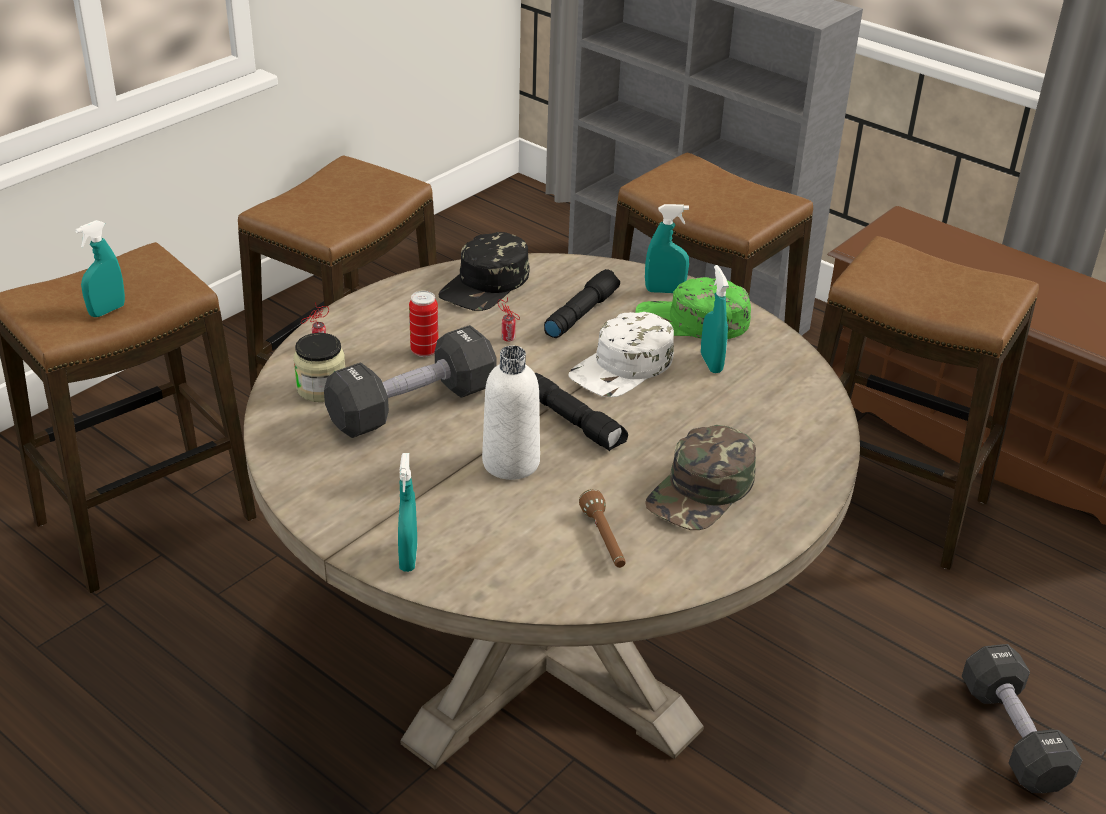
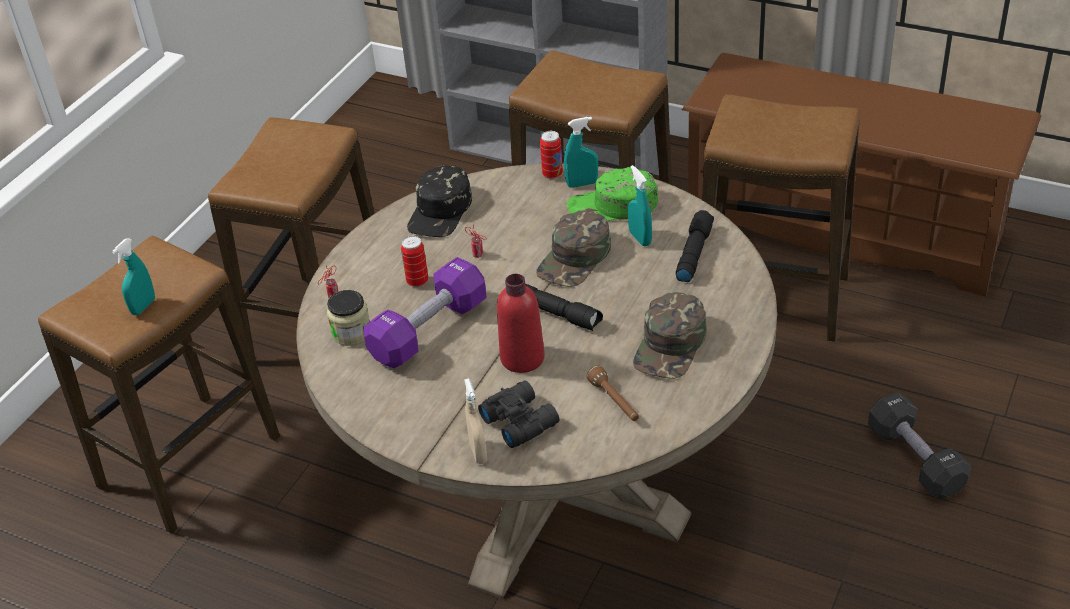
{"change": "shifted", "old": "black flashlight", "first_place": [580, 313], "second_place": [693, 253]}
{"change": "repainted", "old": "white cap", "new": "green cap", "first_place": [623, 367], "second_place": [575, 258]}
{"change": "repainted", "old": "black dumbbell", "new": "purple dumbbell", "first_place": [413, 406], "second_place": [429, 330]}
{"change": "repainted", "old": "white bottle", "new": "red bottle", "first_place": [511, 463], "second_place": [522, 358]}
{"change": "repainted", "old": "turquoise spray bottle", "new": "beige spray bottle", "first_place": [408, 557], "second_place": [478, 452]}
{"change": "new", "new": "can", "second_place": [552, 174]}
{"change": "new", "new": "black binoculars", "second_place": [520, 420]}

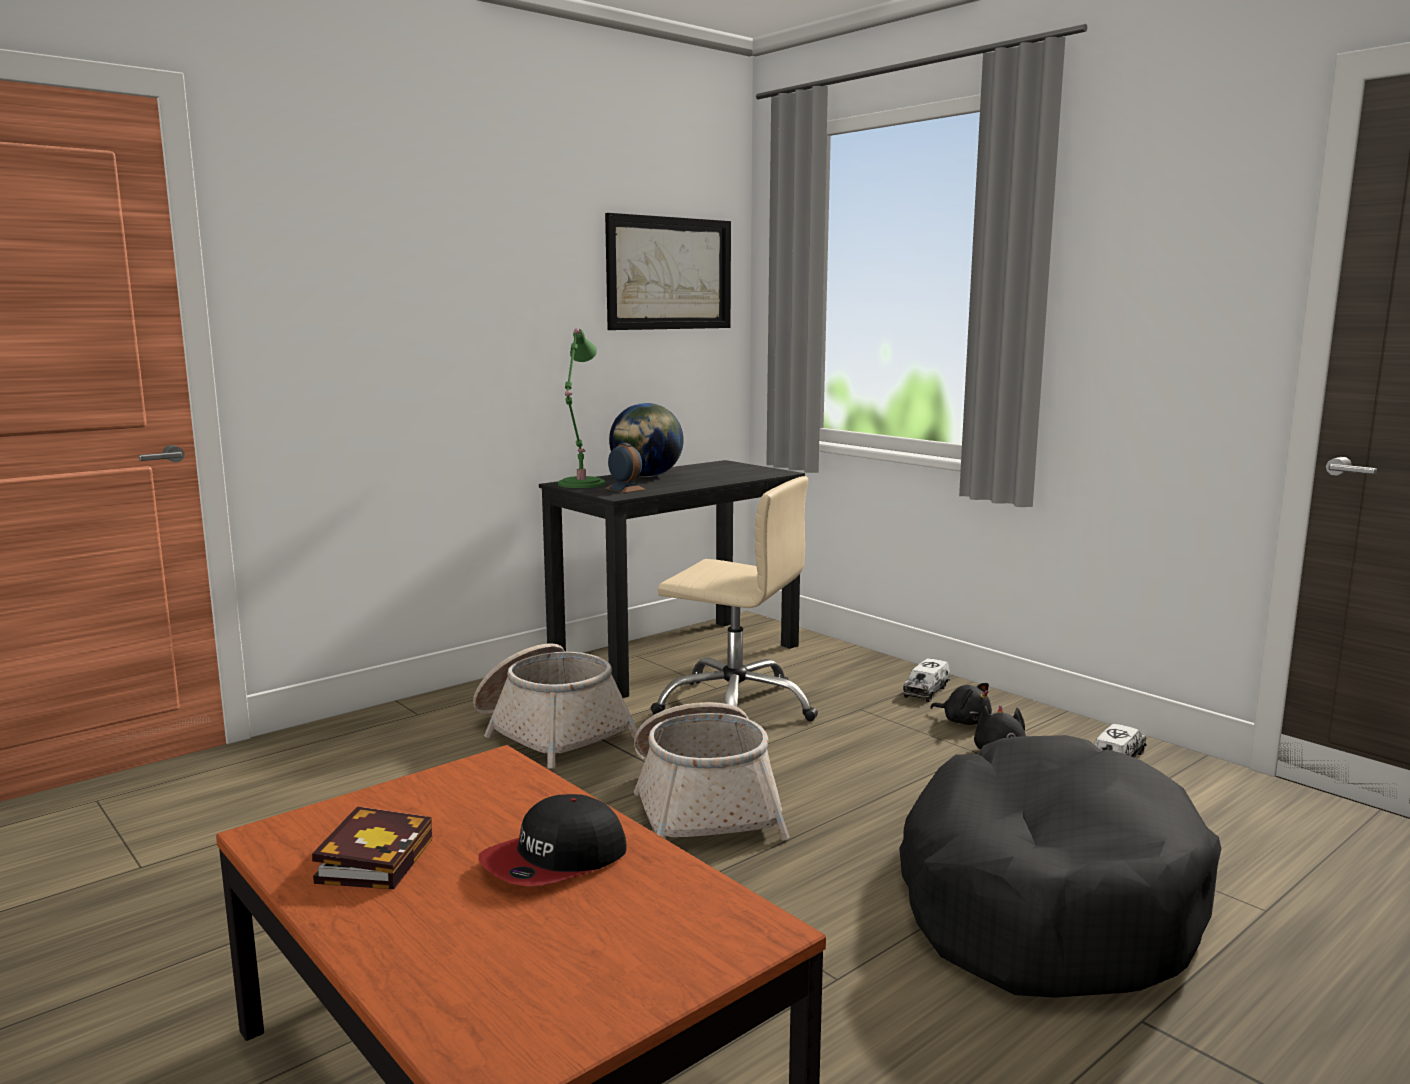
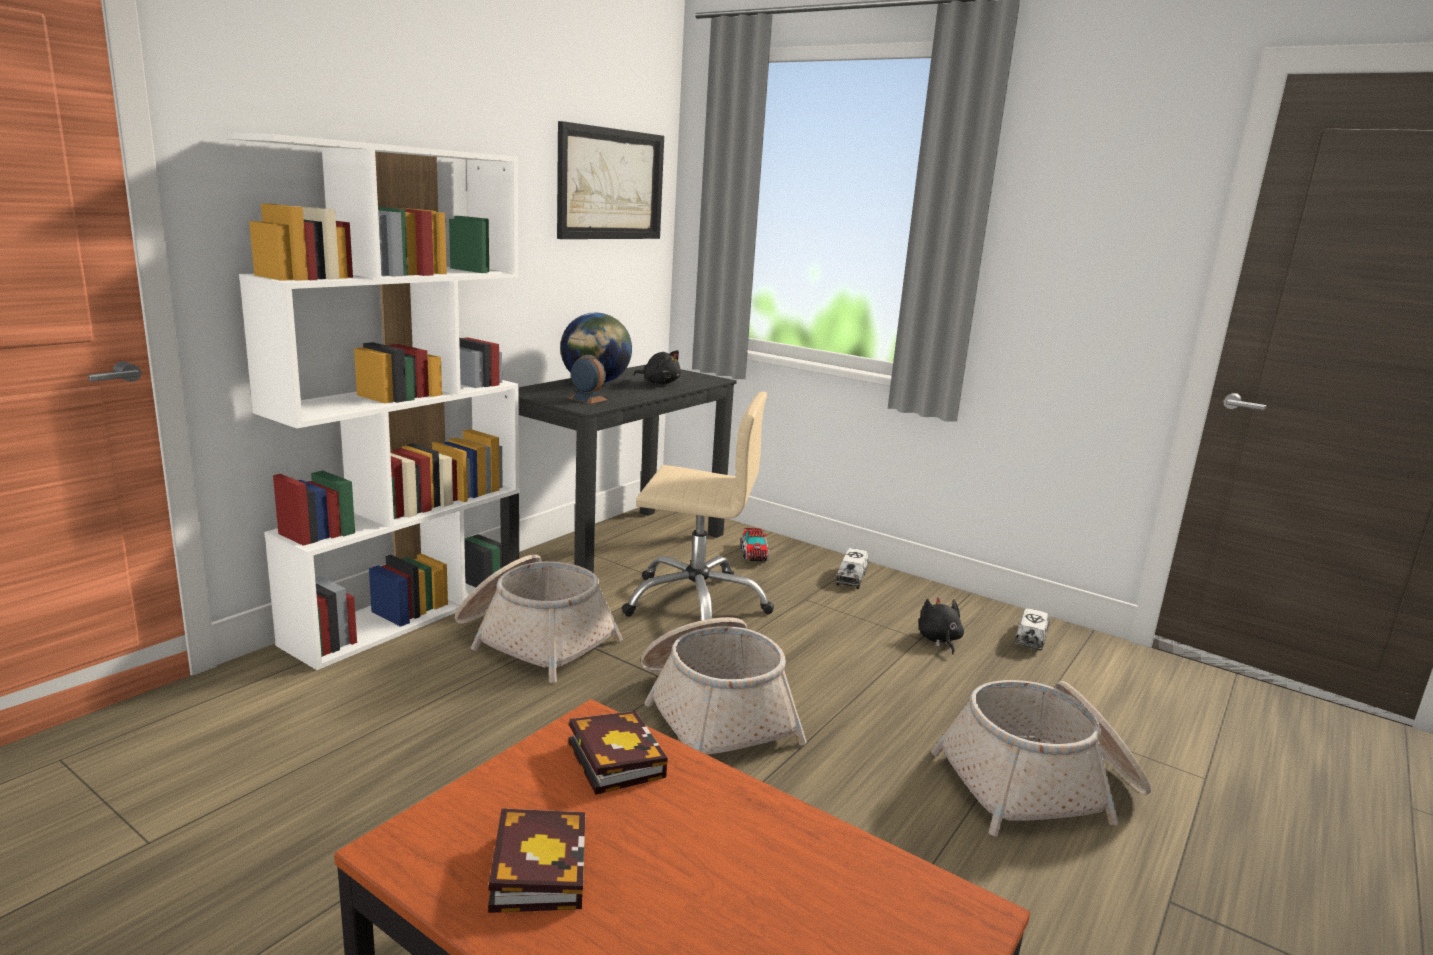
{"change": "gone", "old": "green table lamp", "first_place": [580, 484]}
{"change": "shifted", "old": "black plush toy", "first_place": [964, 721], "second_place": [659, 383]}
{"change": "swapped", "old": "black dog bed", "new": "basket", "first_place": [1045, 899], "second_place": [1041, 786]}
{"change": "gone", "old": "cap", "first_place": [555, 860]}
{"change": "new", "new": "white bookcase", "second_place": [408, 612]}
{"change": "new", "new": "toy truck", "second_place": [754, 554]}
{"change": "new", "new": "book", "second_place": [612, 757]}

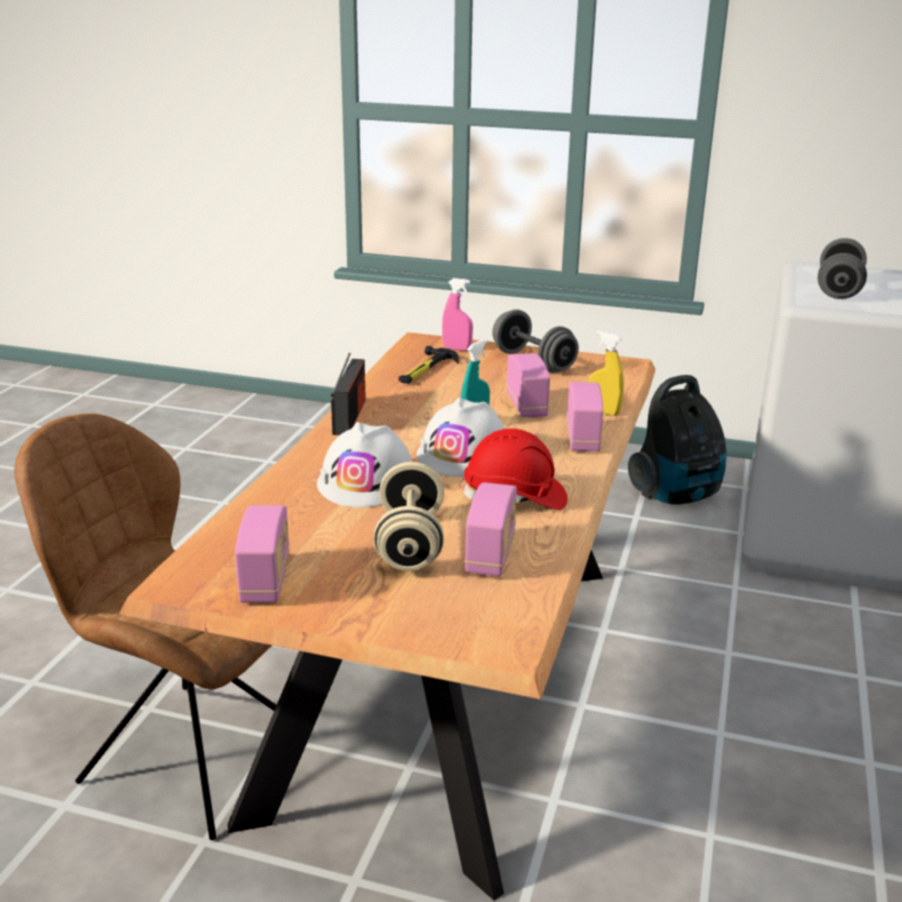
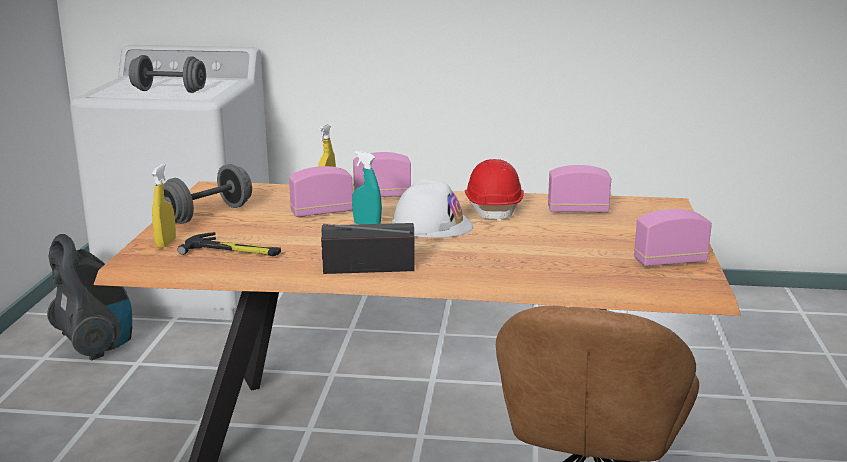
{"change": "repainted", "old": "pink spray bottle", "new": "yellow spray bottle", "first_place": [457, 349], "second_place": [166, 243]}
{"change": "gone", "old": "white hard hat", "first_place": [367, 482]}
{"change": "gone", "old": "beige dumbbell", "first_place": [410, 543]}

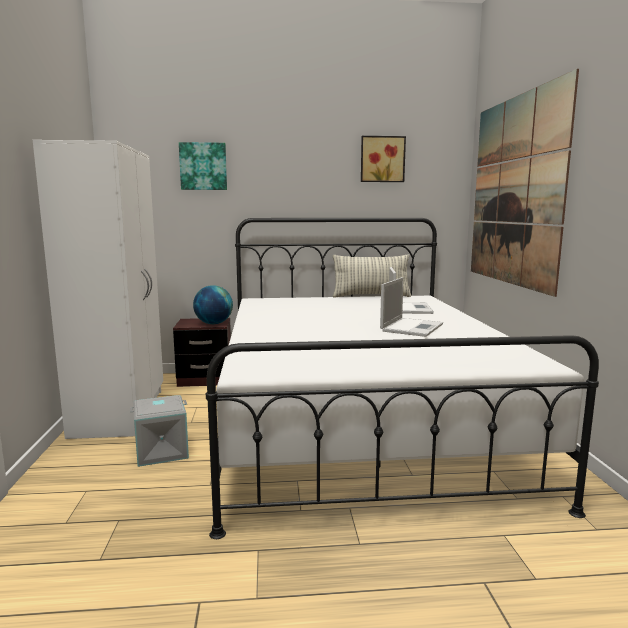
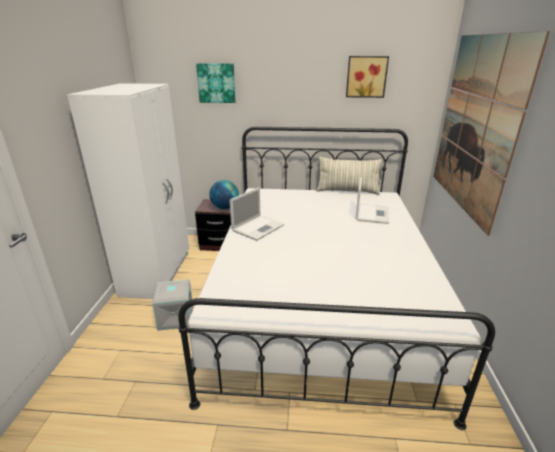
{"change": "shifted", "old": "laptop", "first_place": [412, 327], "second_place": [258, 227]}

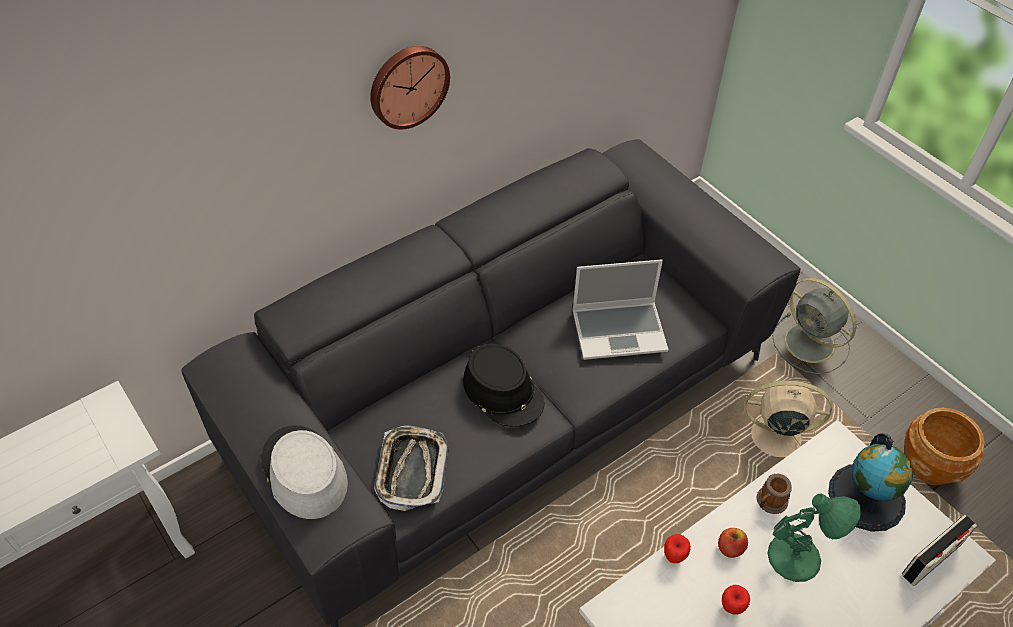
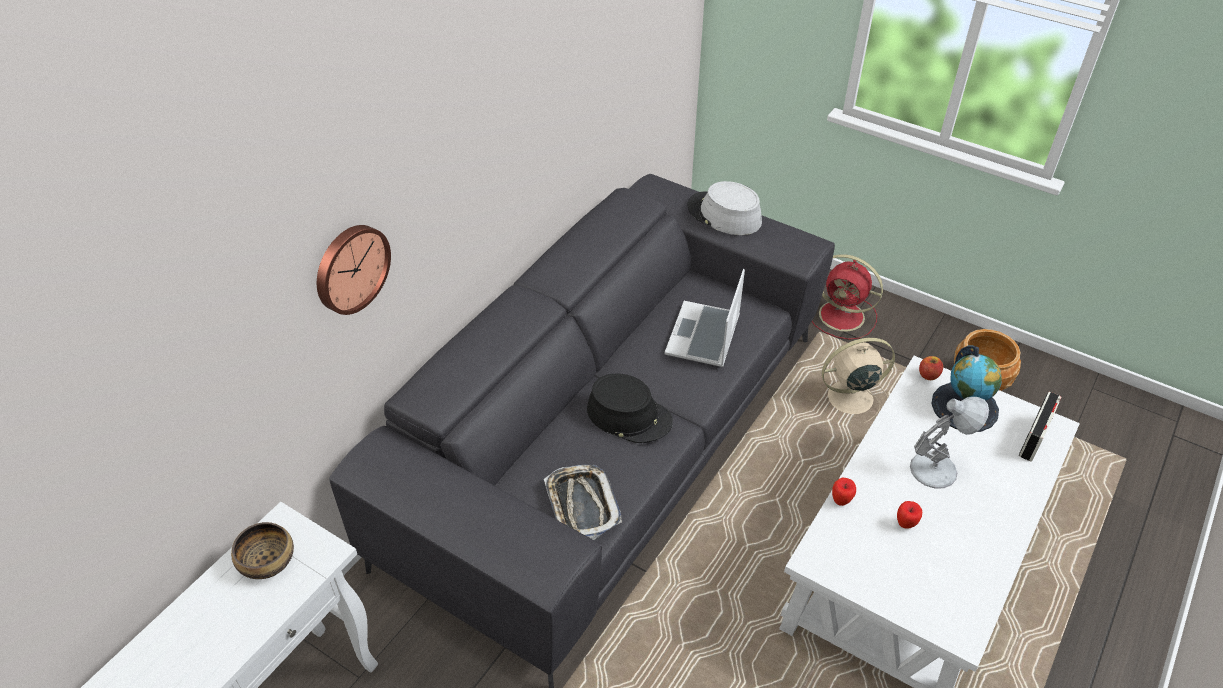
{"change": "shifted", "old": "wall clock", "first_place": [407, 85], "second_place": [350, 268]}
{"change": "rotated", "old": "laptop", "first_place": [620, 330], "second_place": [704, 337], "degrees": 135}
{"change": "repainted", "old": "grey fan", "new": "red fan", "first_place": [811, 344], "second_place": [843, 316]}
{"change": "shifted", "old": "grey hat", "first_place": [303, 473], "second_place": [724, 215]}
{"change": "gone", "old": "mug", "first_place": [769, 502]}
{"change": "repainted", "old": "green table lamp", "new": "white table lamp", "first_place": [797, 557], "second_place": [936, 469]}
{"change": "shifted", "old": "apple", "first_place": [730, 548], "second_place": [928, 375]}
{"change": "new", "new": "bowl", "second_place": [267, 560]}

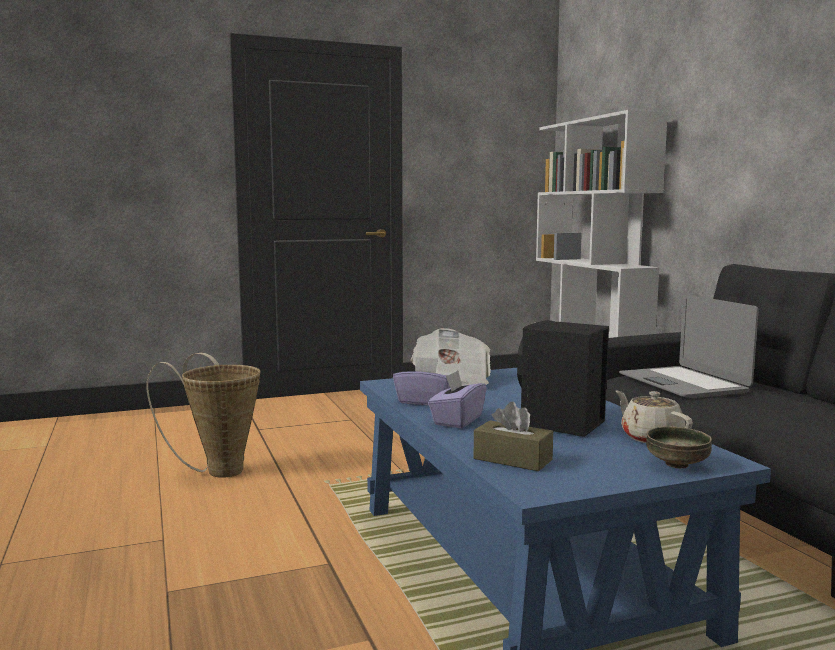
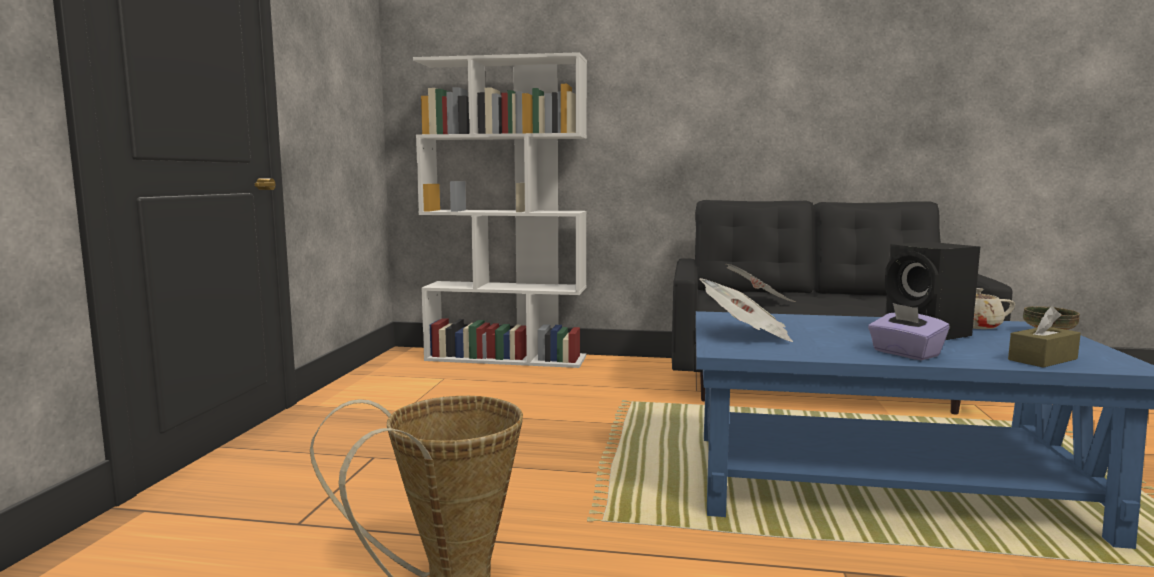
{"change": "swapped", "old": "laptop", "new": "newspaper", "first_place": [683, 384], "second_place": [759, 301]}
{"change": "gone", "old": "purple tissue box", "first_place": [424, 401]}

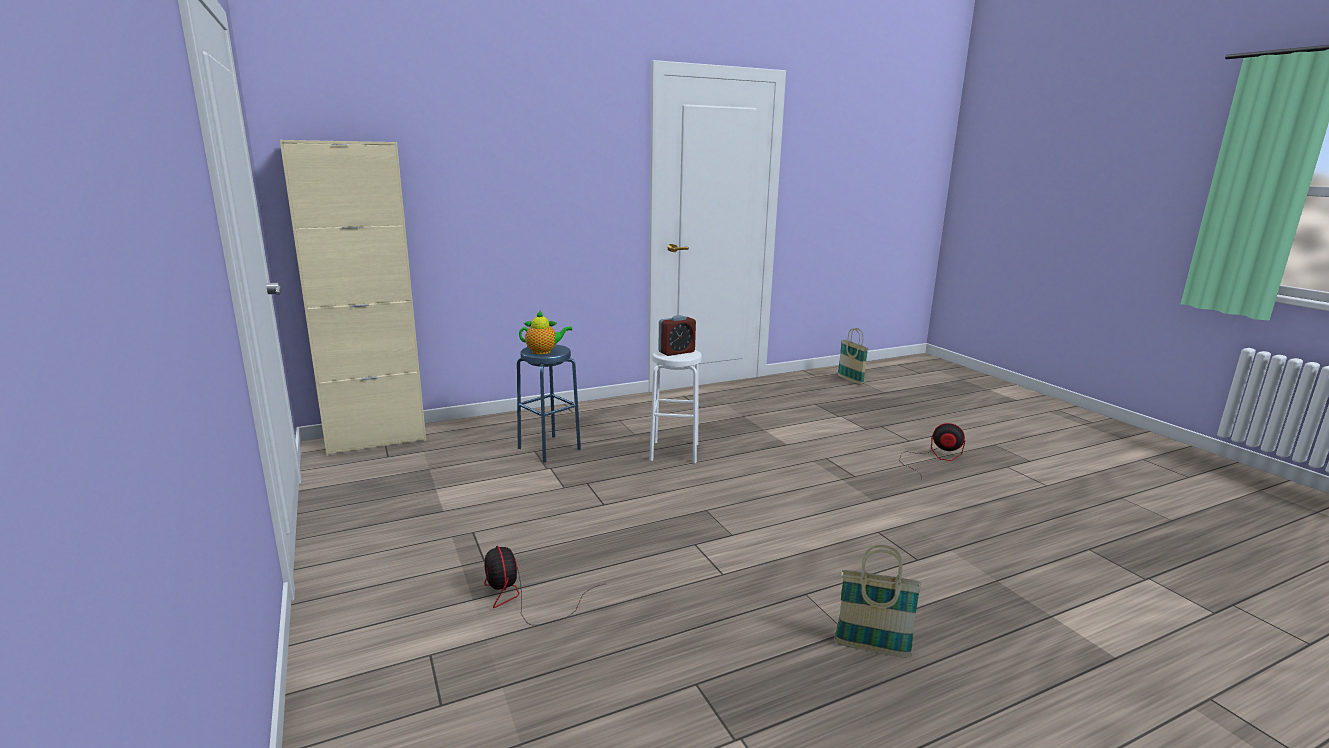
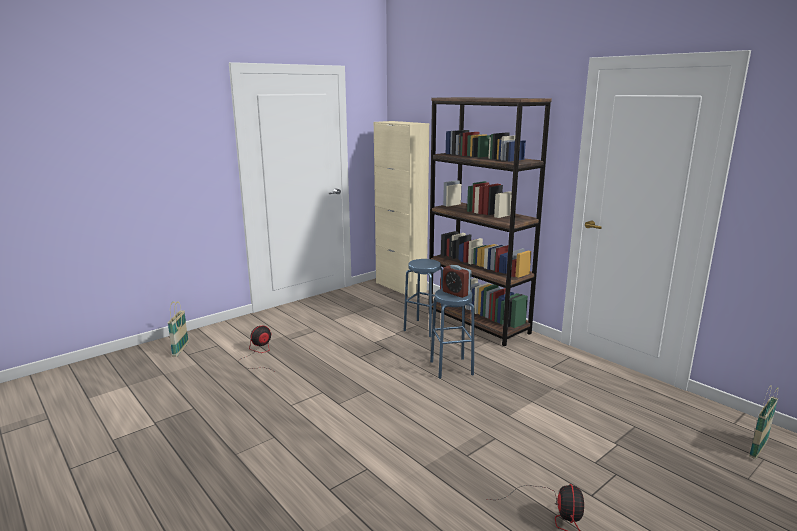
{"change": "gone", "old": "teapot", "first_place": [544, 352]}
{"change": "repainted", "old": "white stool", "new": "blue stool", "first_place": [674, 452], "second_place": [451, 368]}
{"change": "shifted", "old": "basket", "first_place": [872, 648], "second_place": [180, 349]}
{"change": "new", "new": "brown bookcase", "second_place": [478, 323]}

